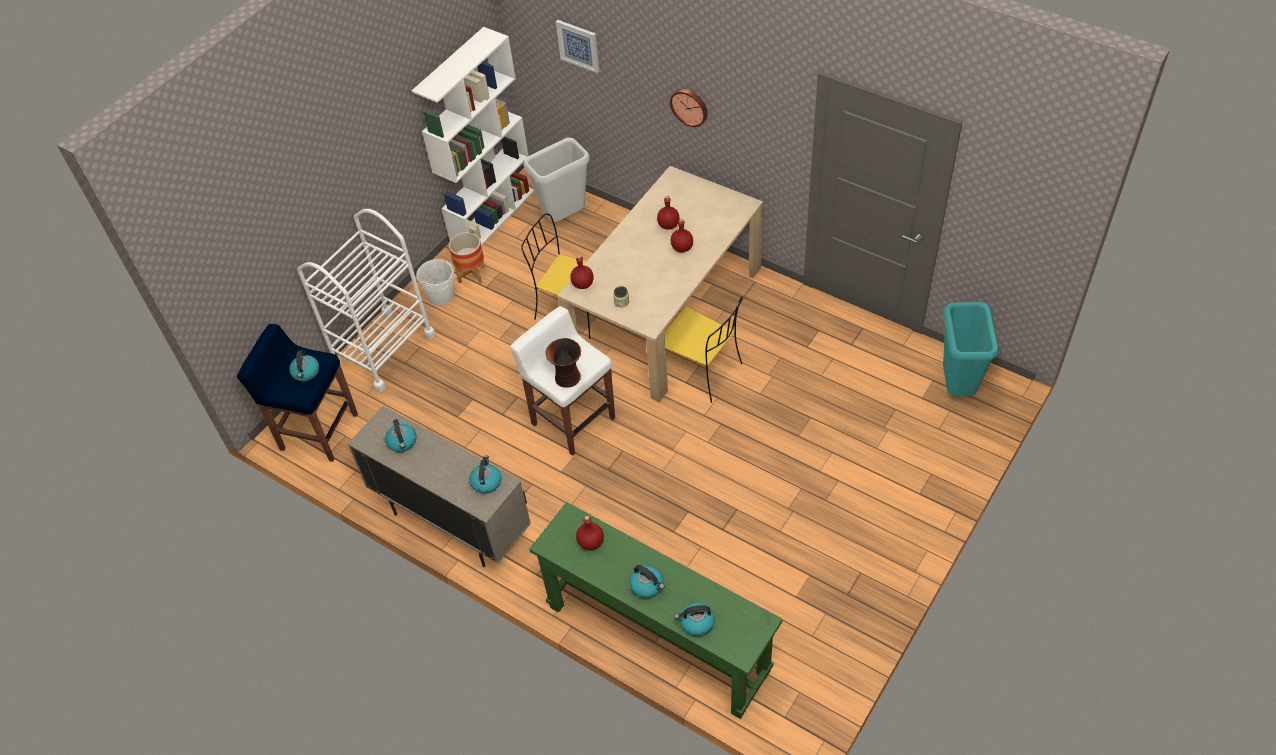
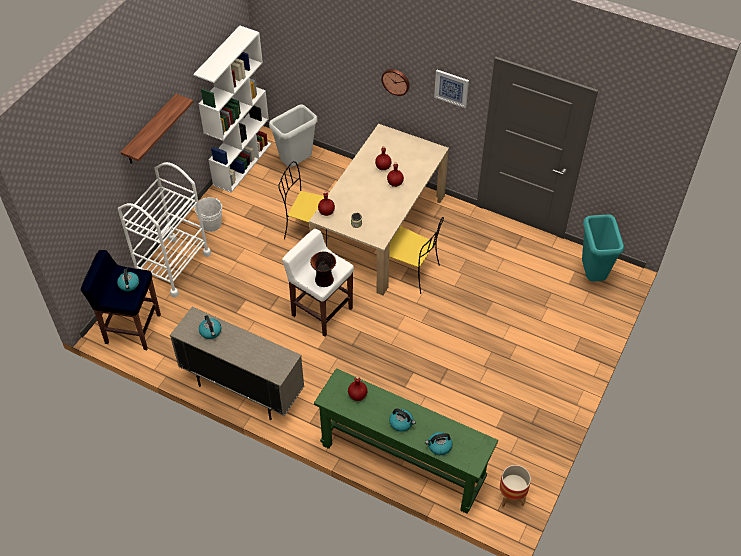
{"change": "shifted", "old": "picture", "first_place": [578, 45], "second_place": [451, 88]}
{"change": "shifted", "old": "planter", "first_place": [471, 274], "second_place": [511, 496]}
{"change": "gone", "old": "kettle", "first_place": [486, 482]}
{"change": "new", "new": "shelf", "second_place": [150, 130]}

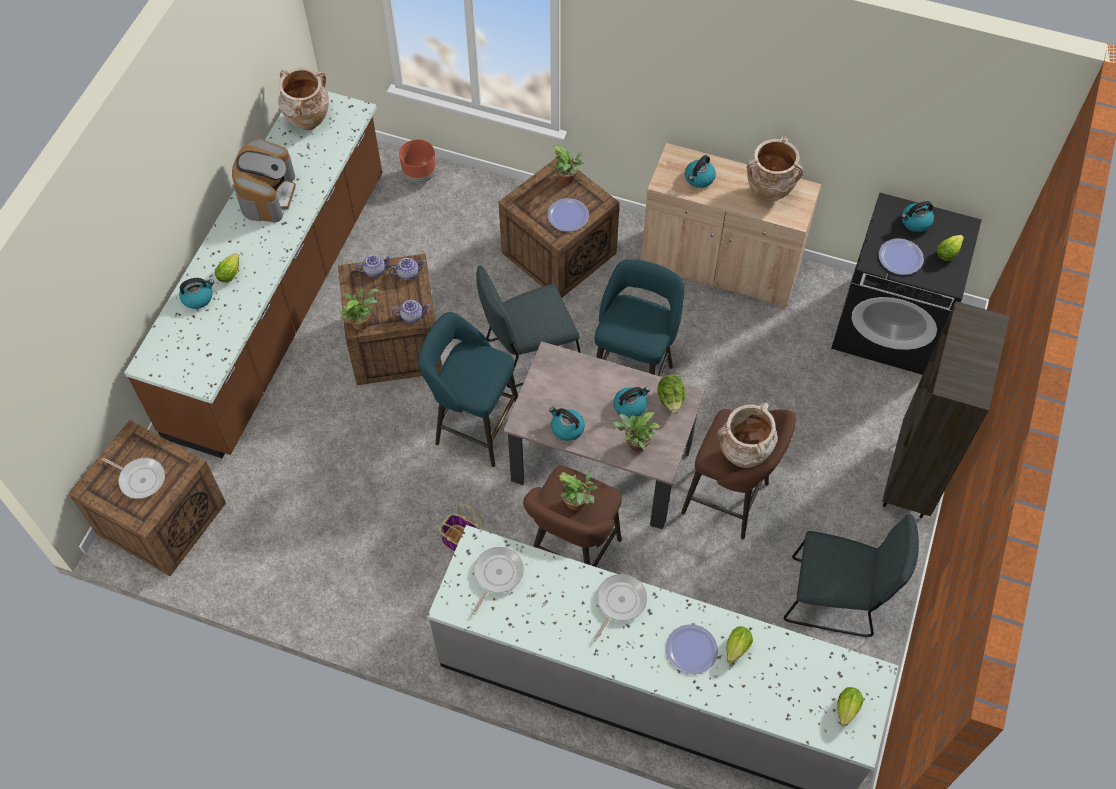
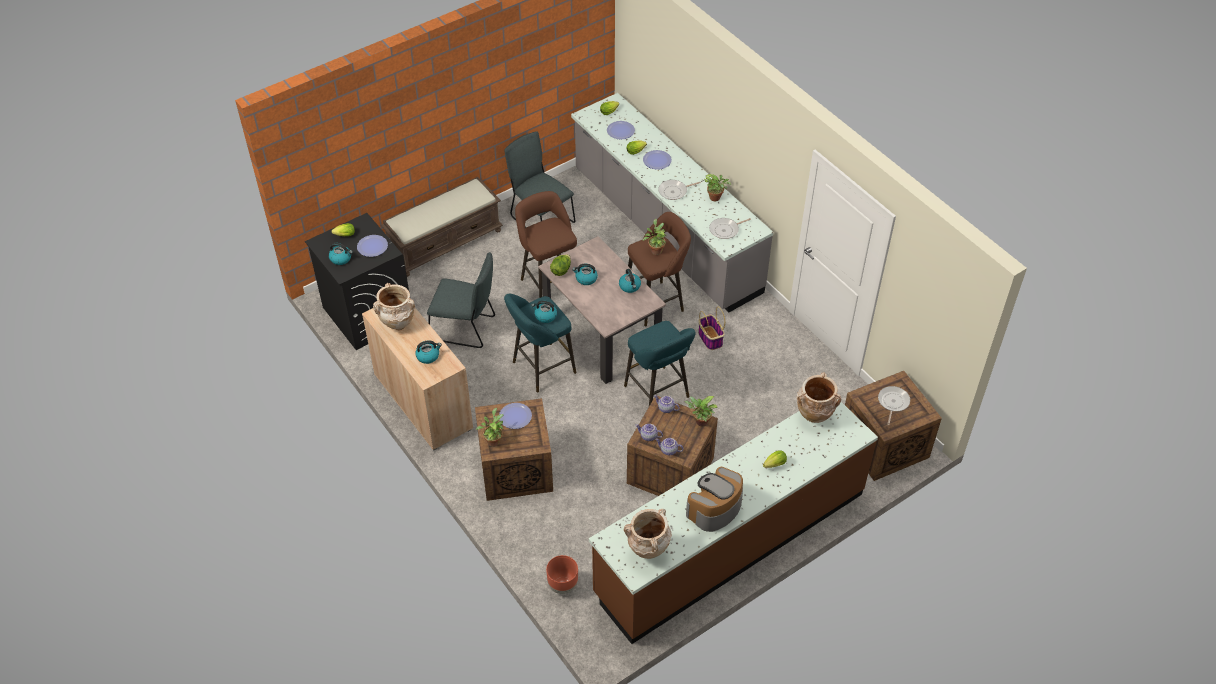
{"change": "shifted", "old": "grey chair", "first_place": [529, 354], "second_place": [465, 328]}
{"change": "shifted", "old": "kettle", "first_place": [198, 297], "second_place": [545, 316]}
{"change": "swapped", "old": "brown bookcase", "new": "brown bench", "first_place": [912, 478], "second_place": [445, 242]}
{"change": "shifted", "old": "beige vase", "first_place": [743, 457], "second_place": [814, 416]}
{"change": "shifted", "old": "potted plant", "first_place": [635, 445], "second_place": [716, 198]}
{"change": "rotated", "old": "frying pan", "first_place": [140, 479], "second_place": [892, 403], "degrees": 45}
{"change": "new", "new": "plate", "second_place": [620, 131]}

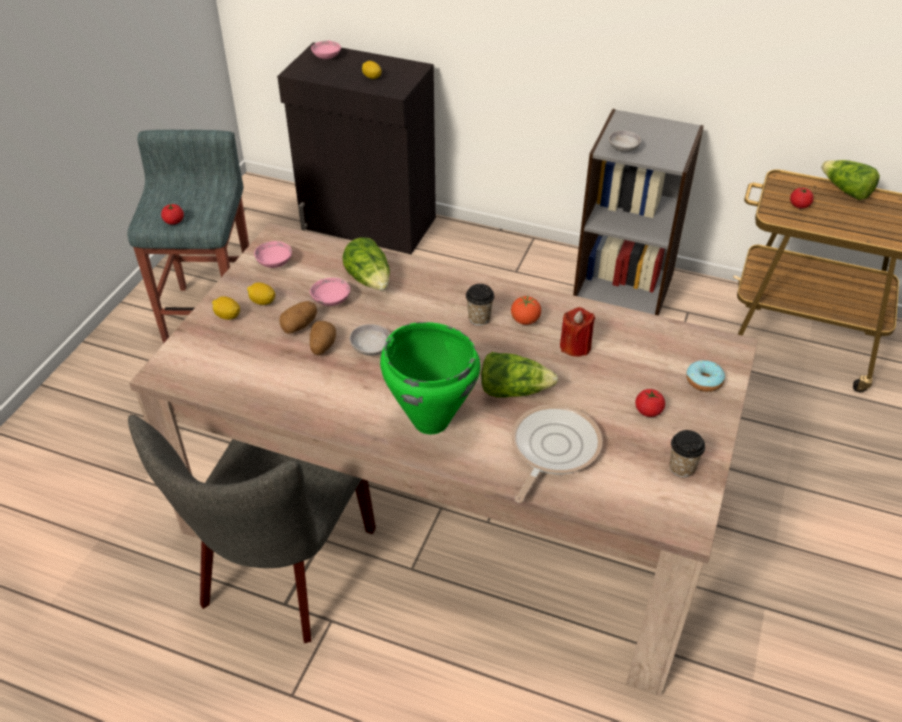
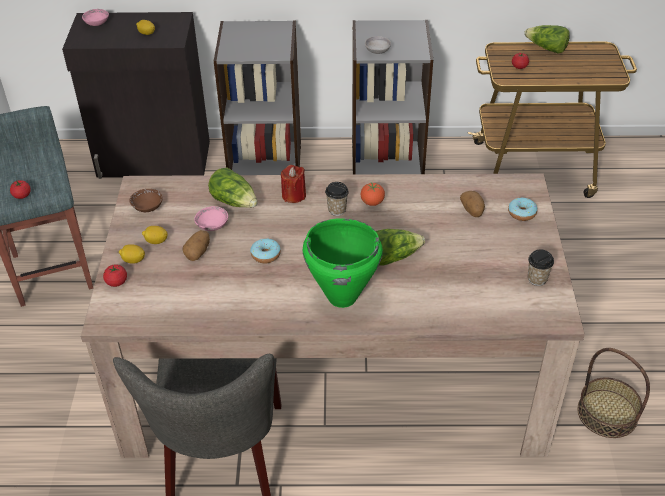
{"change": "repainted", "old": "pink bowl", "new": "brown bowl", "first_place": [274, 262], "second_place": [147, 207]}
{"change": "shifted", "old": "red candle", "first_place": [575, 346], "second_place": [294, 195]}
{"change": "shifted", "old": "potato", "first_place": [322, 346], "second_place": [472, 211]}
{"change": "swapped", "old": "grey bowl", "new": "donut", "first_place": [371, 348], "second_place": [265, 255]}
{"change": "shifted", "old": "tomato", "first_place": [648, 411], "second_place": [116, 282]}
{"change": "gone", "old": "frying pan", "first_place": [552, 449]}
{"change": "new", "new": "grey bookcase", "second_place": [265, 161]}
{"change": "new", "new": "basket", "second_place": [607, 413]}

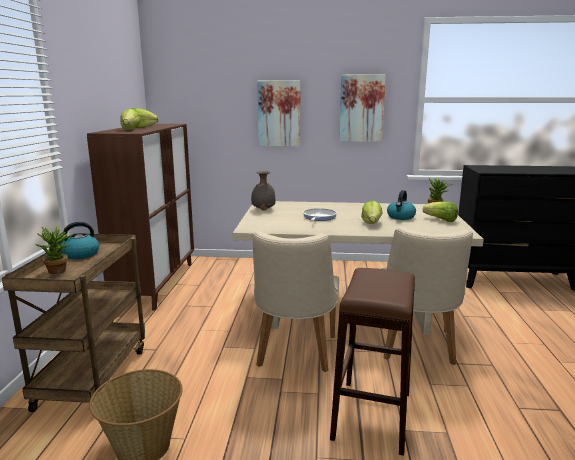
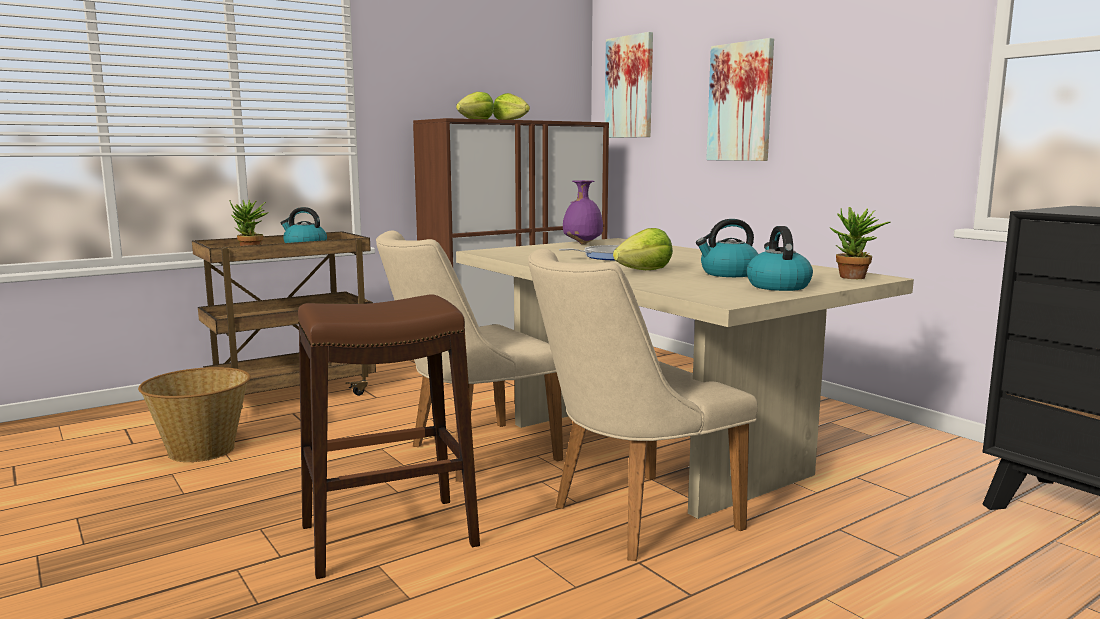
{"change": "shifted", "old": "picture", "first_place": [361, 108], "second_place": [630, 87]}
{"change": "repainted", "old": "grey vase", "new": "purple vase", "first_place": [263, 210], "second_place": [582, 244]}
{"change": "swapped", "old": "lettuce", "new": "kettle", "first_place": [441, 220], "second_place": [777, 286]}

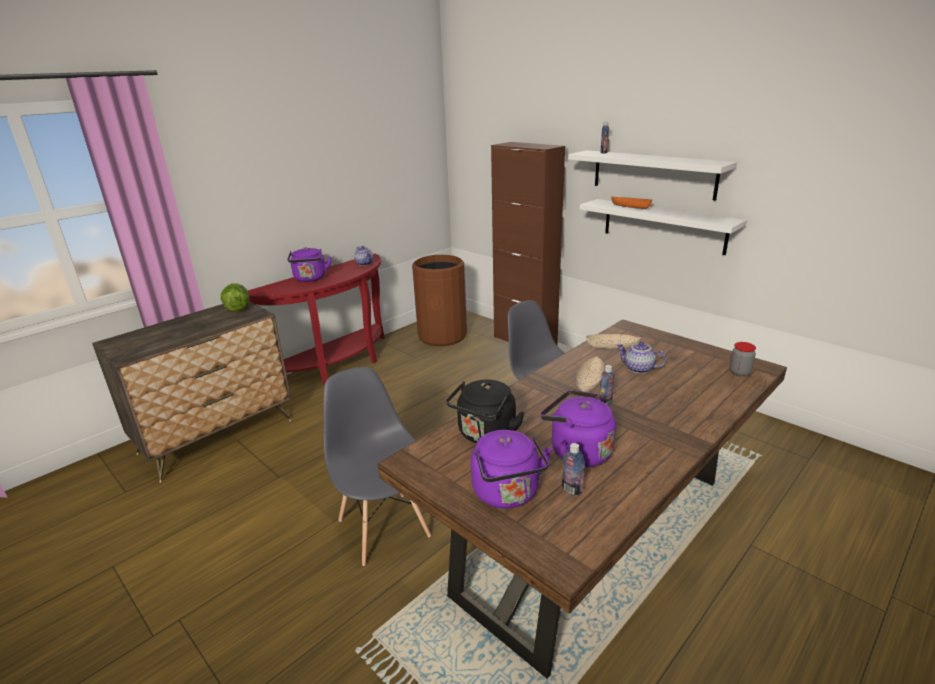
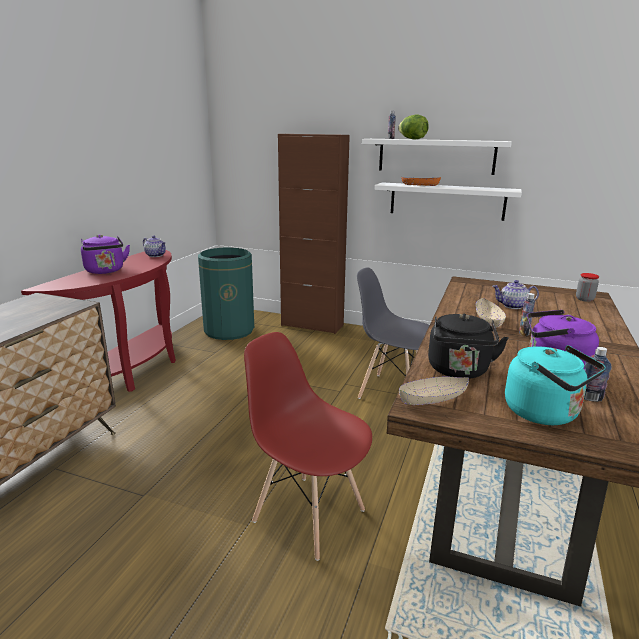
{"change": "repainted", "old": "brown trash can", "new": "green trash can", "first_place": [442, 336], "second_place": [229, 330]}
{"change": "shifted", "old": "lettuce", "first_place": [237, 309], "second_place": [412, 139]}
{"change": "shifted", "old": "beige bowl", "first_place": [612, 347], "second_place": [433, 398]}
{"change": "repainted", "old": "grey chair", "new": "red chair", "first_place": [384, 527], "second_place": [308, 514]}
{"change": "repainted", "old": "purple kettle", "new": "turquoise kettle", "first_place": [507, 494], "second_place": [545, 413]}

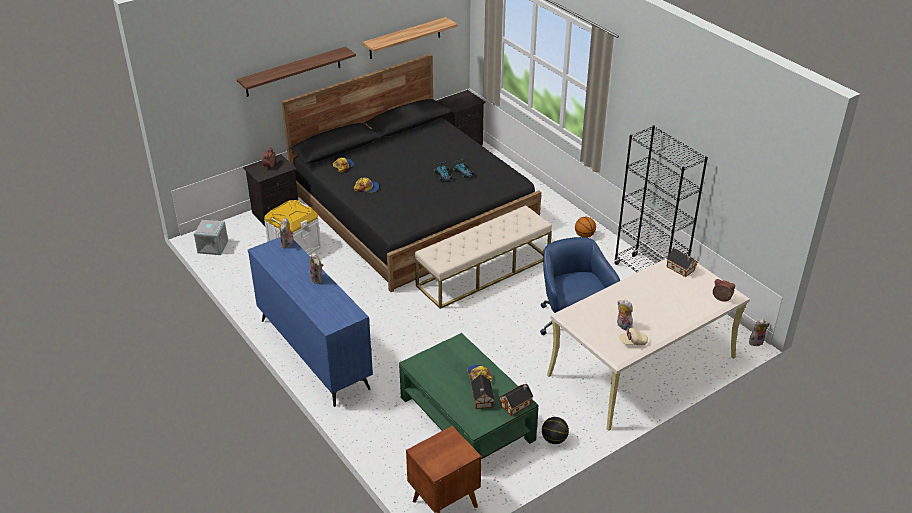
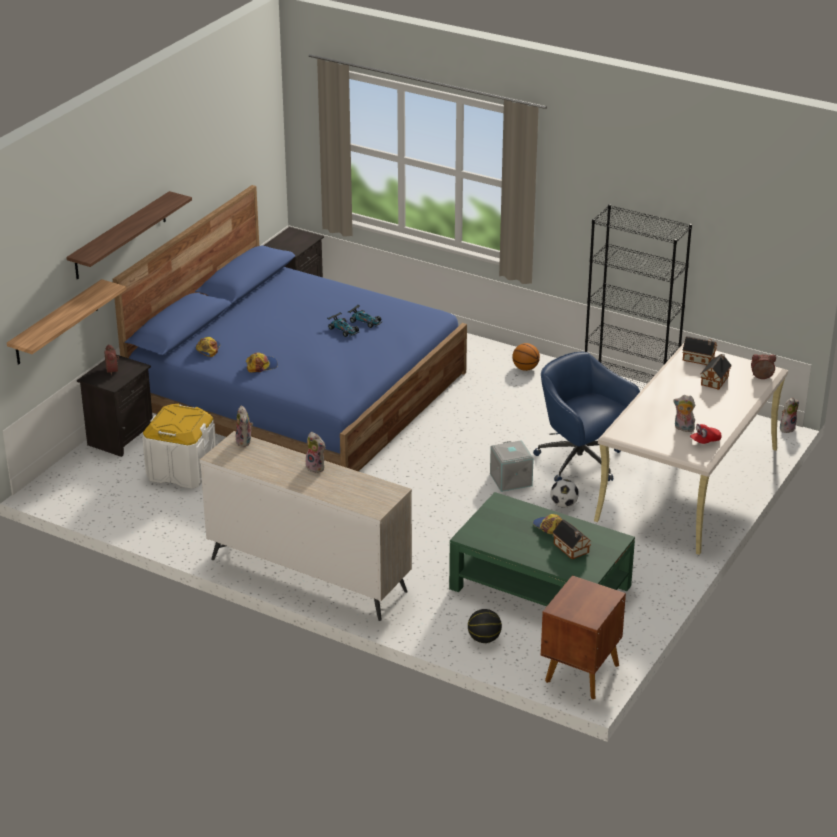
{"change": "shifted", "old": "shelf", "first_place": [405, 38], "second_place": [56, 323]}
{"change": "repainted", "old": "black bed", "new": "blue bed", "first_place": [413, 211], "second_place": [298, 392]}
{"change": "gone", "old": "beige bench", "first_place": [484, 272]}
{"change": "shifted", "old": "grey storage box", "first_place": [212, 247], "second_place": [510, 479]}
{"change": "repainted", "old": "blue dresser", "new": "beige dresser", "first_place": [314, 353], "second_place": [308, 574]}
{"change": "repainted", "old": "beige cap", "new": "red cap", "first_place": [632, 342], "second_place": [705, 441]}
{"change": "shifted", "old": "toy house", "first_place": [516, 404], "second_place": [715, 380]}
{"change": "shifted", "old": "basketball", "first_place": [554, 439], "second_place": [484, 639]}
{"change": "new", "new": "football", "second_place": [563, 504]}

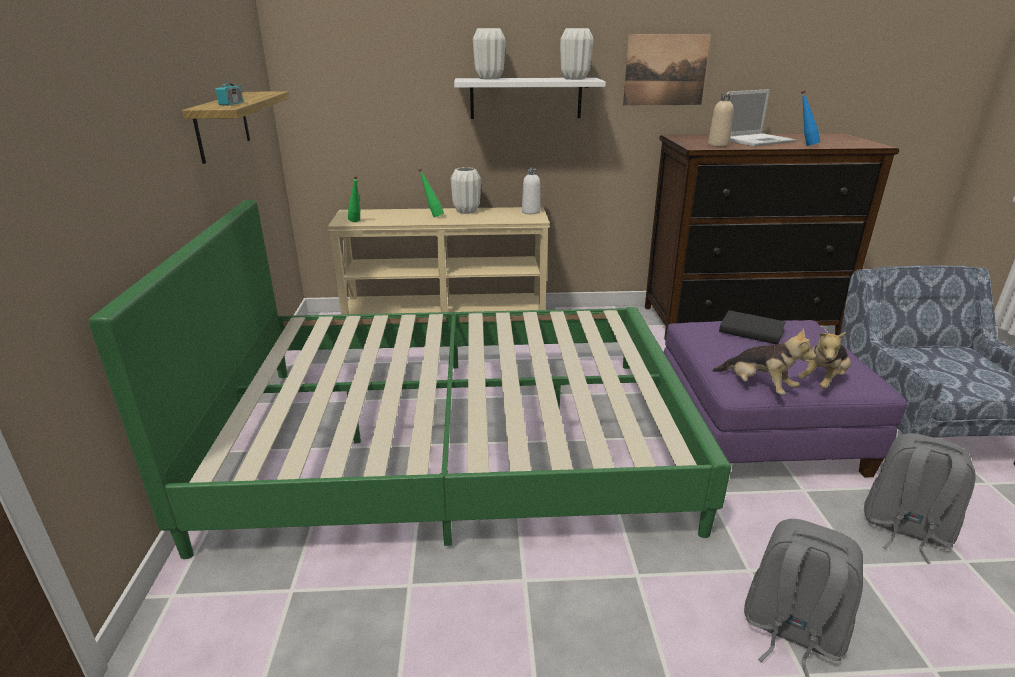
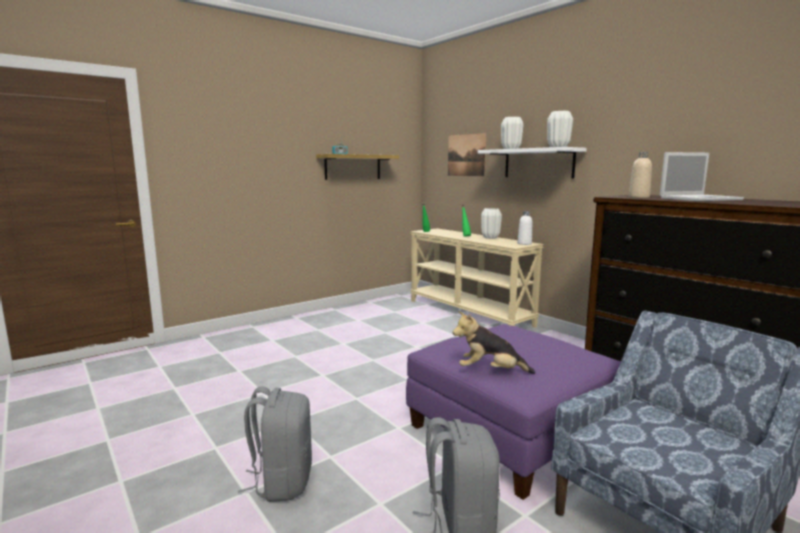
{"change": "shifted", "old": "picture", "first_place": [665, 70], "second_place": [466, 155]}
{"change": "rotated", "old": "laptop", "first_place": [757, 140], "second_place": [700, 199], "degrees": -45}
{"change": "gone", "old": "blue bottle", "first_place": [804, 145]}
{"change": "gone", "old": "green bed", "first_place": [452, 440]}
{"change": "gone", "old": "black book", "first_place": [749, 331]}
{"change": "gone", "old": "plush toy", "first_place": [758, 387]}

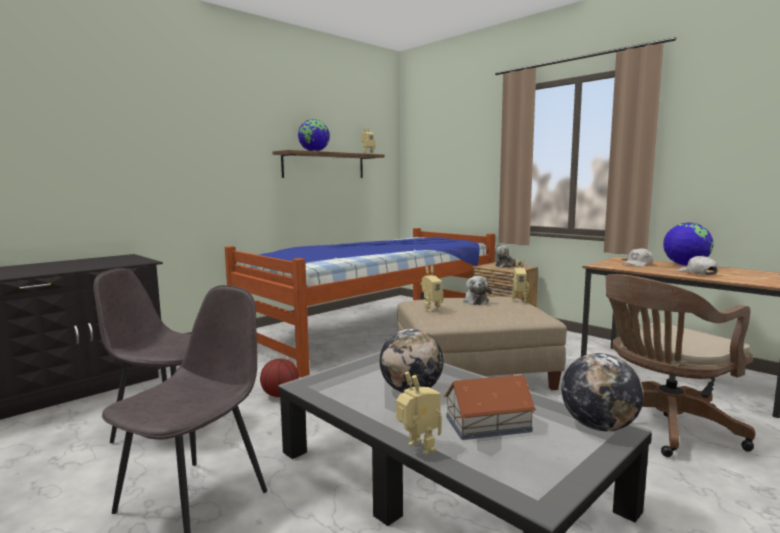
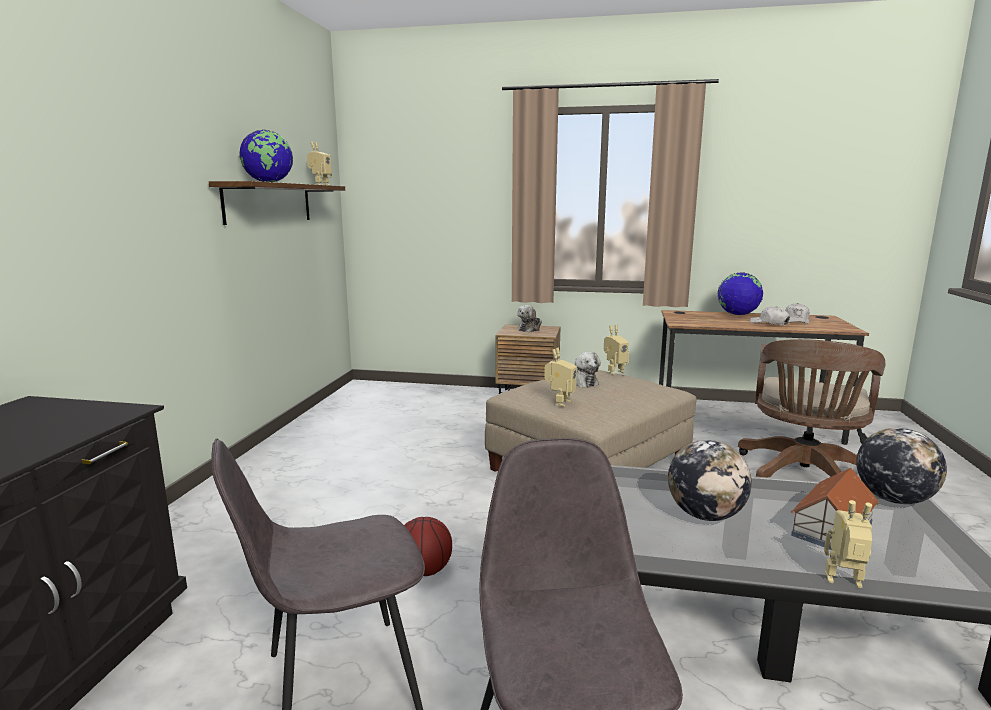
{"change": "gone", "old": "bed", "first_place": [372, 328]}
{"change": "shifted", "old": "white cap", "first_place": [638, 264], "second_place": [796, 321]}

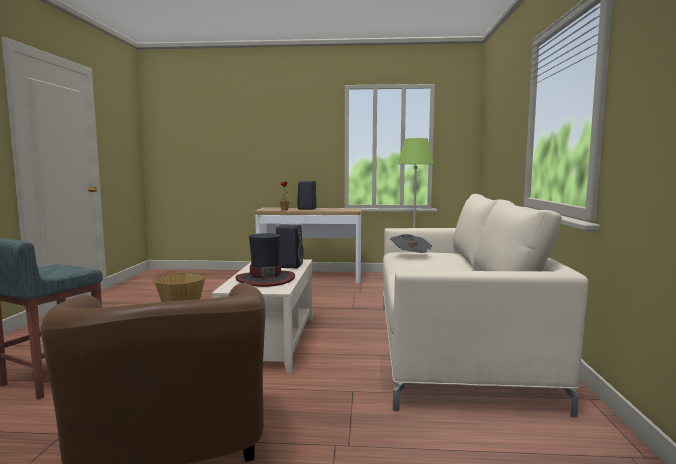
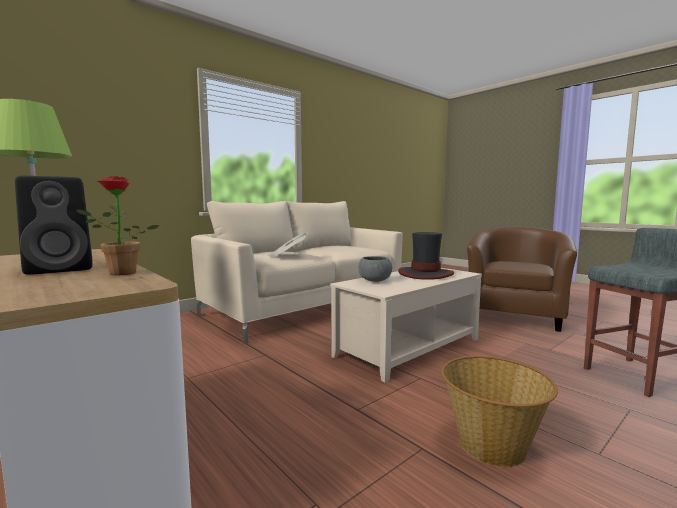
{"change": "swapped", "old": "black speaker", "new": "grey bowl", "first_place": [289, 265], "second_place": [374, 280]}

